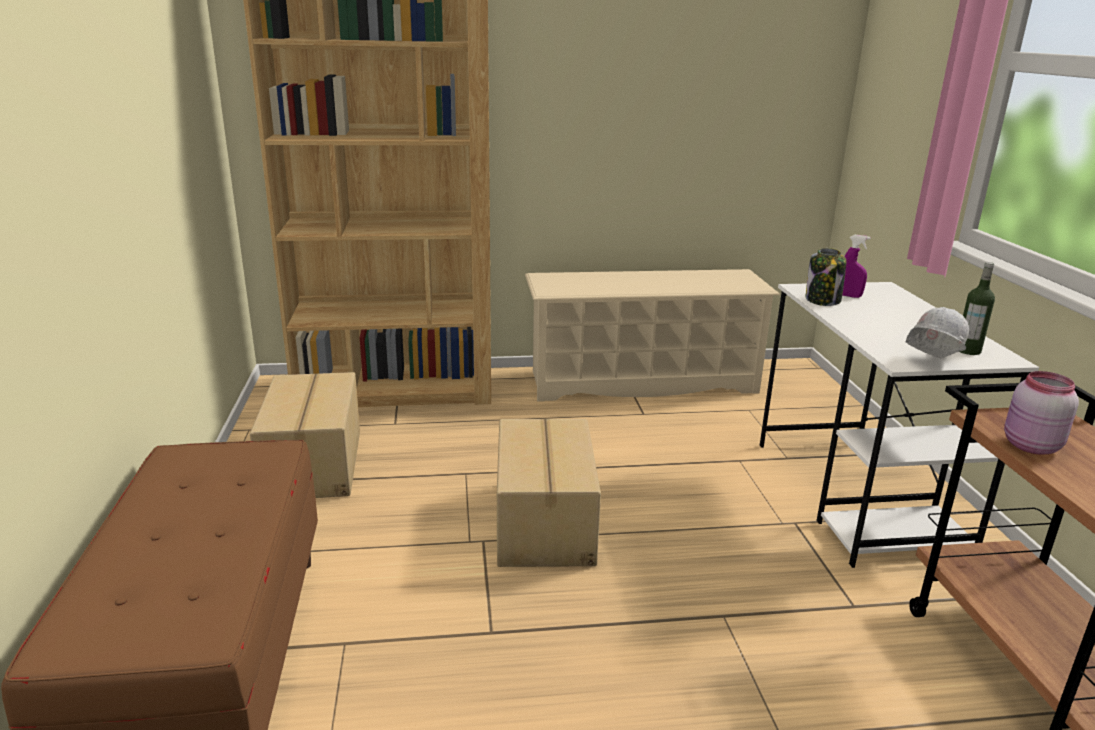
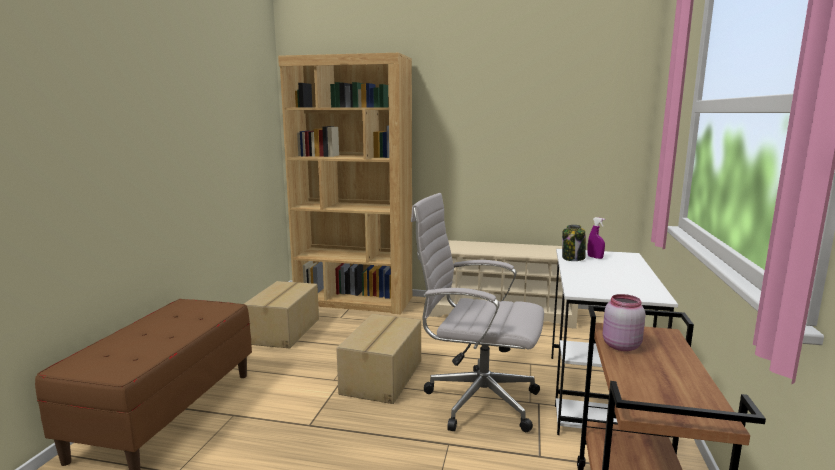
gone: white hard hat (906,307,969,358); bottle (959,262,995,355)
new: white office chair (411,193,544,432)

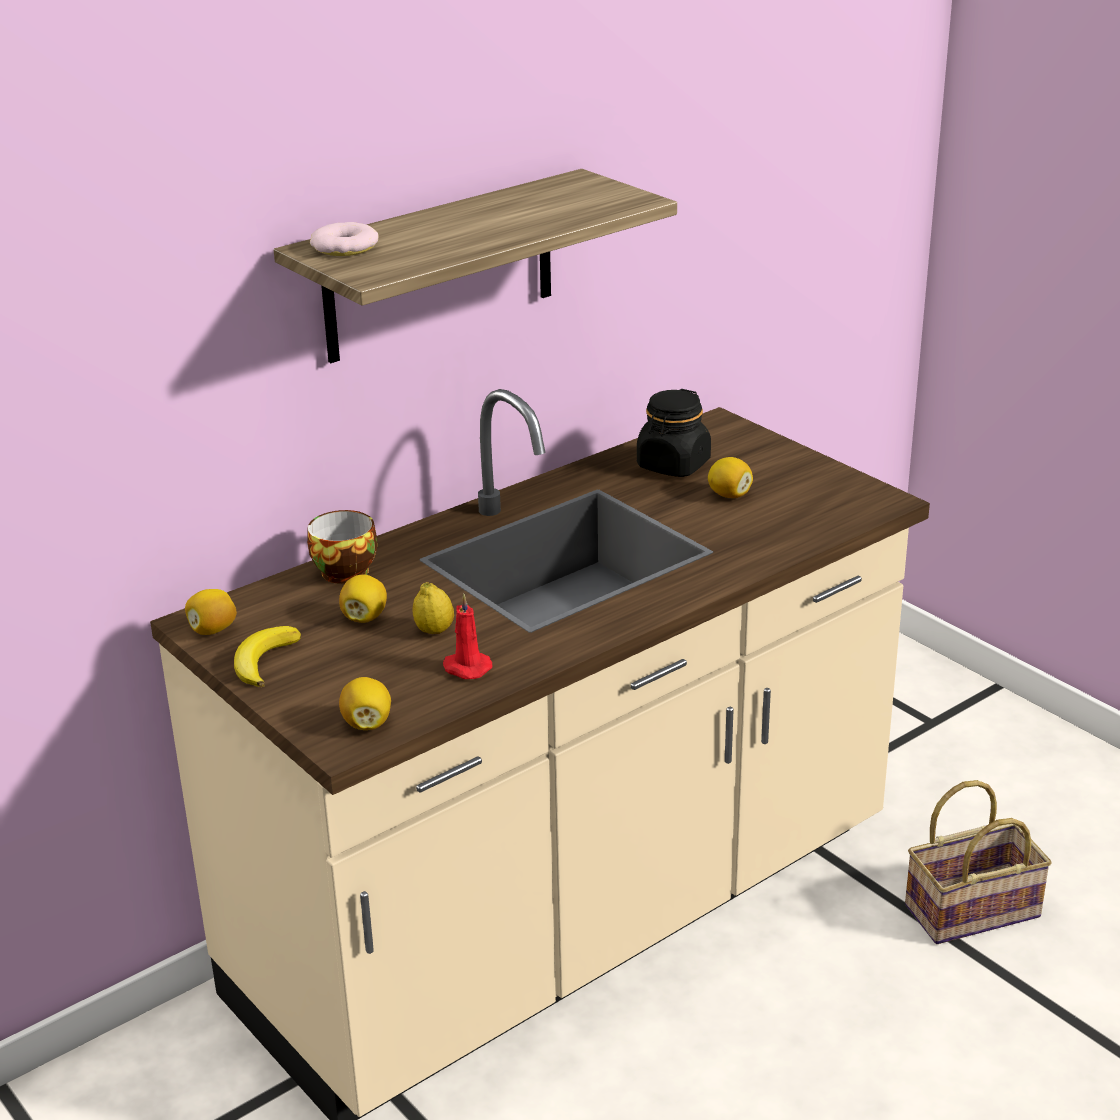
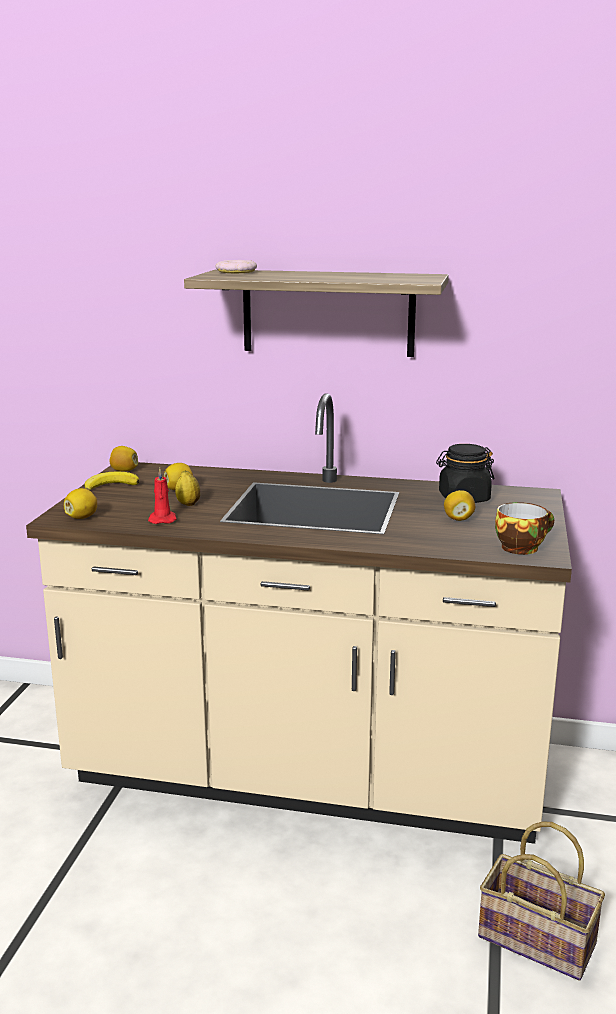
shifted: cup (307,510,377,584) to (495,502,554,555)

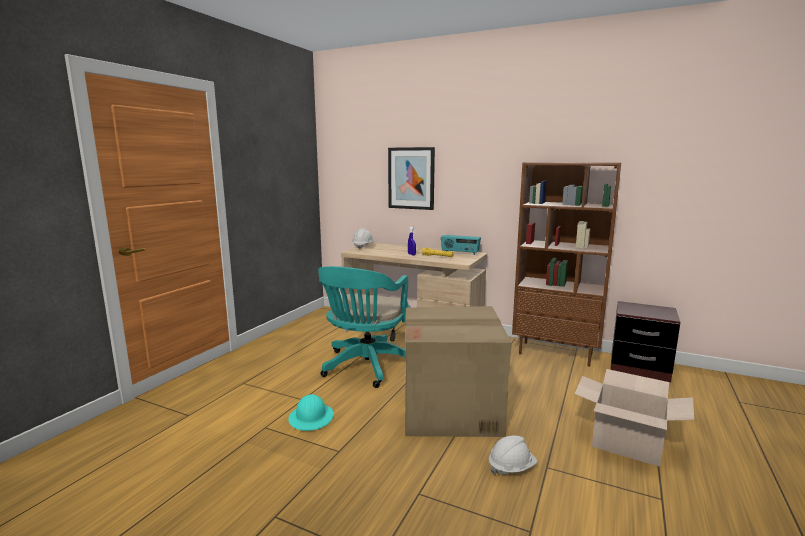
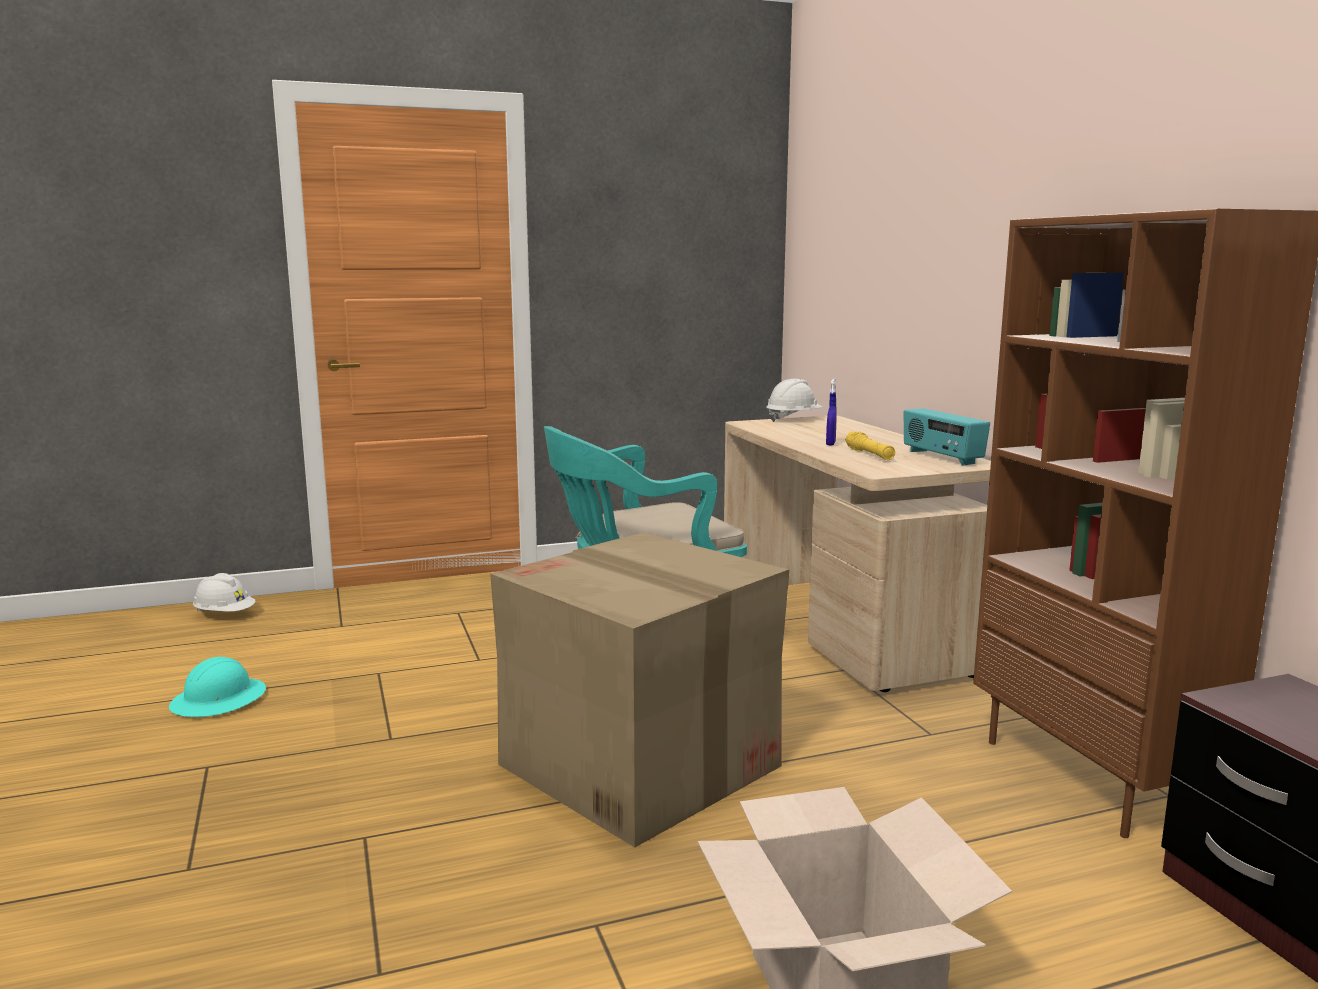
gone: picture (388,147,435,210)
shifted: turquoise hard hat (288,394,334,431) to (169,657,266,717); white hard hat (489,436,537,475) to (193,573,256,612)

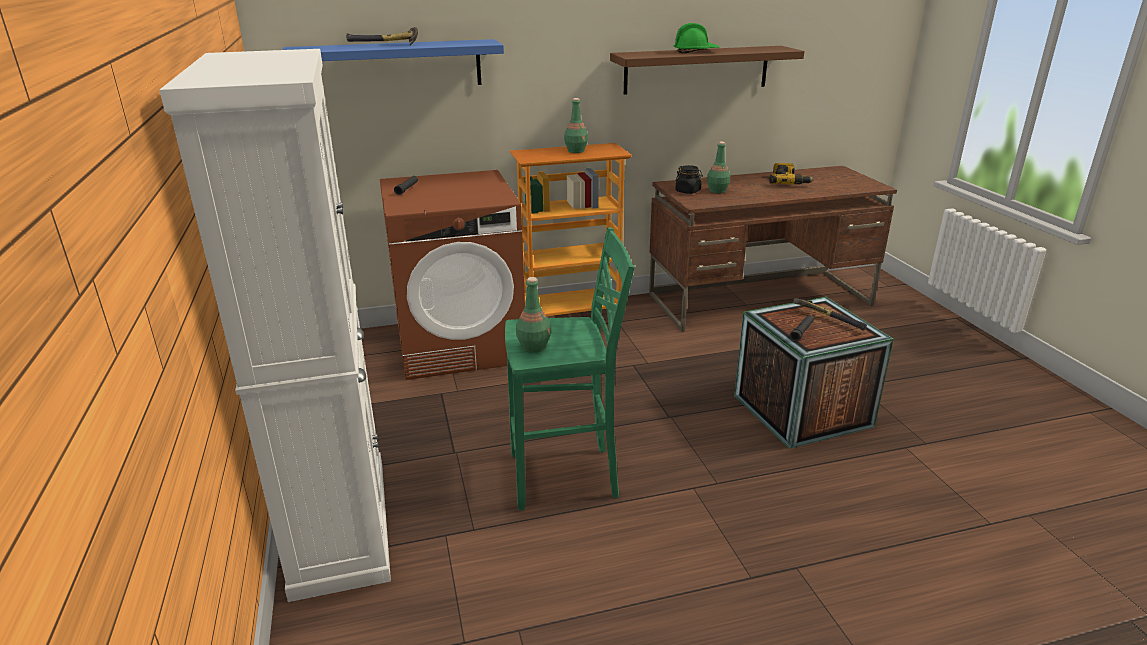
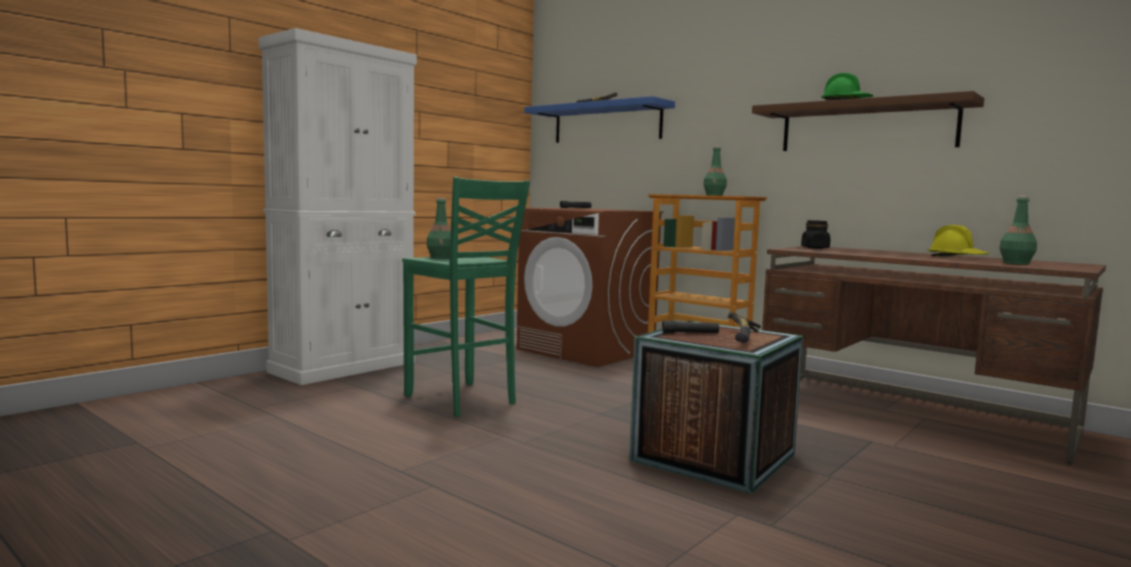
shifted: green bottle (707,141,730,193) to (999,196,1037,265)
swapped: power drill (769,163,814,184) to yellow hard hat (927,225,990,256)

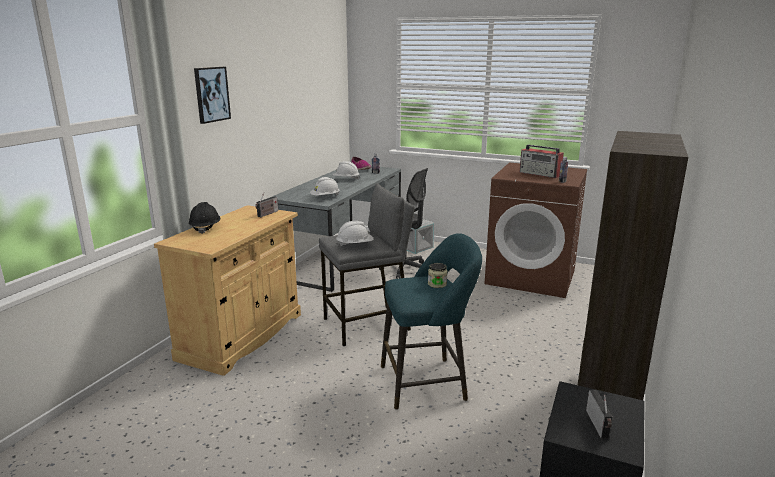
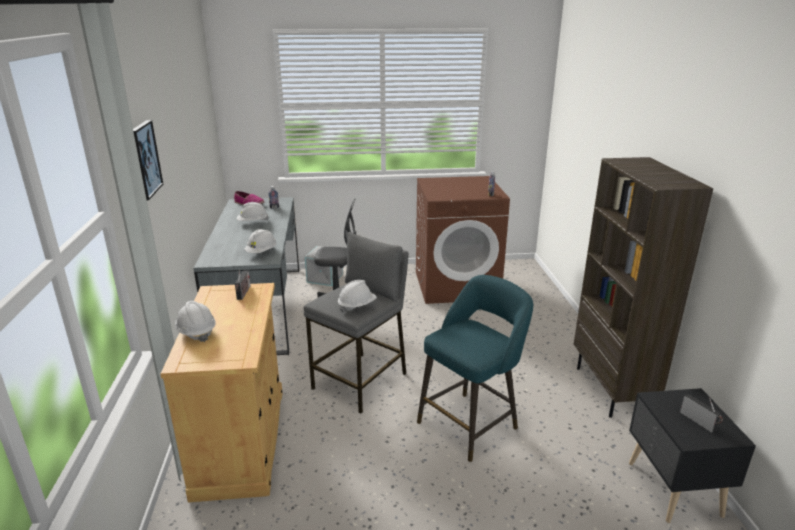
gone: jar (428,263,447,288); radio (519,145,564,178)
repainted: black hard hat (189,202,220,234) to white hard hat (175,301,216,342)

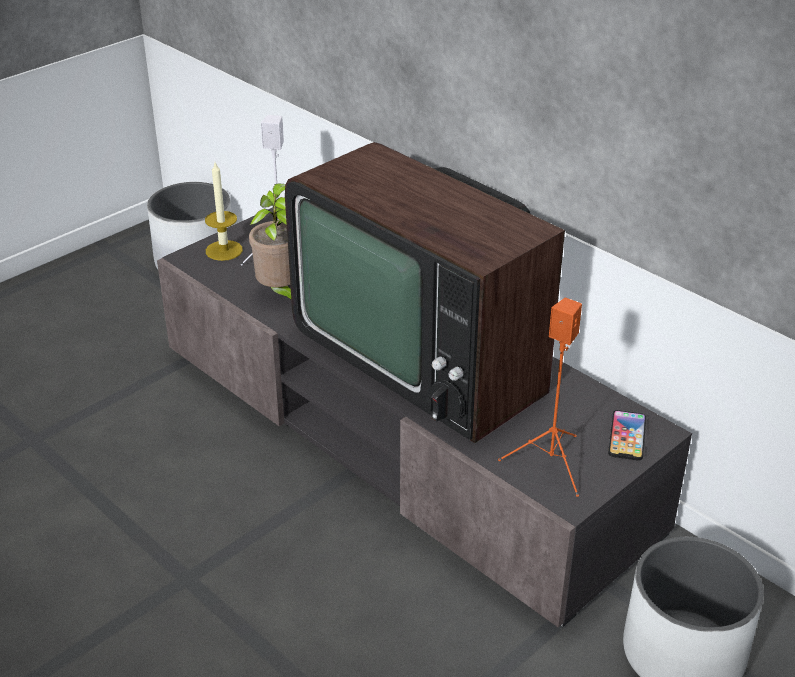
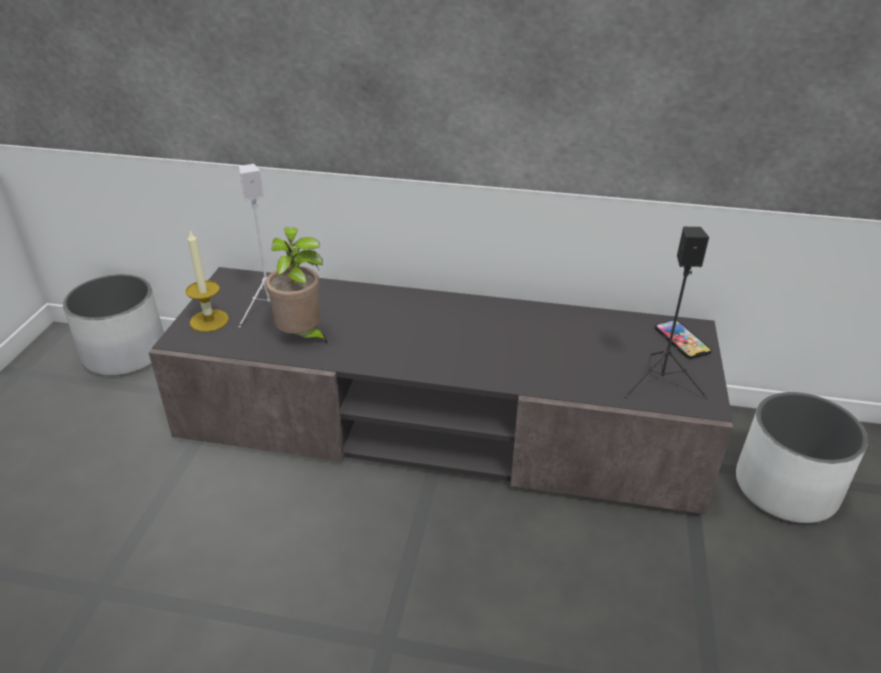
gone: television (285,142,565,443)
repainted: orange speaker (498,297,582,497) to black speaker (625,227,709,399)

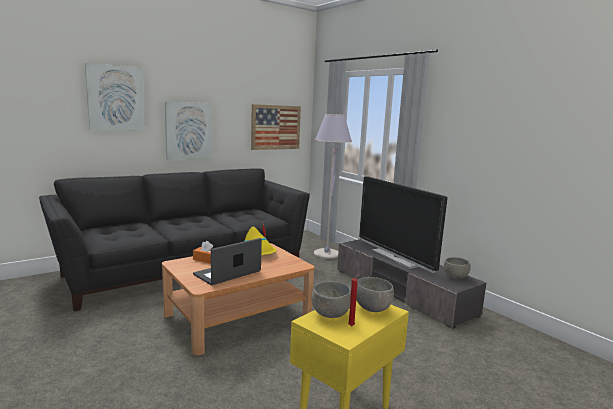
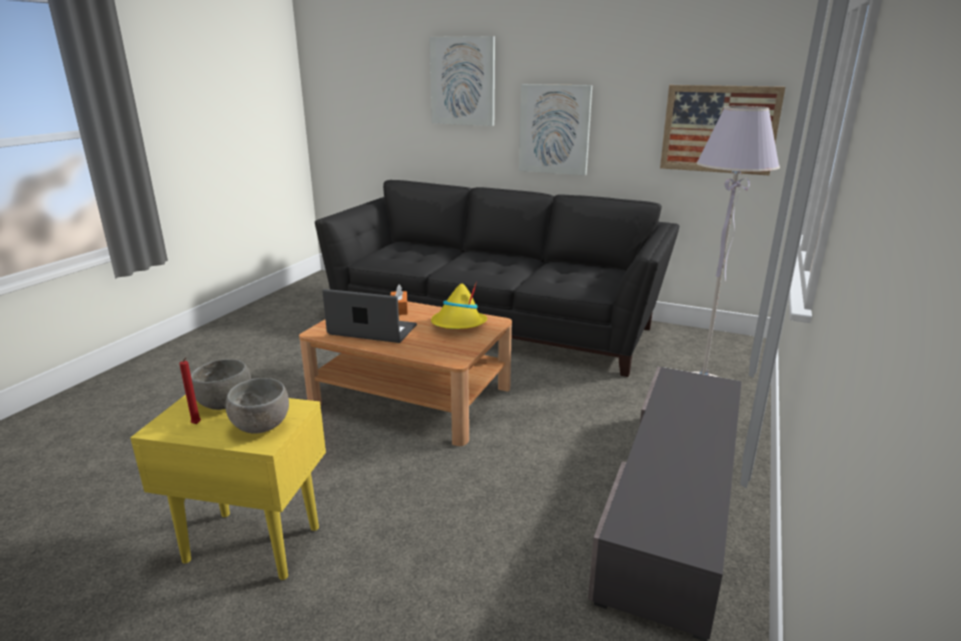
gone: television (359,176,447,273); grey bowl (444,257,471,279)

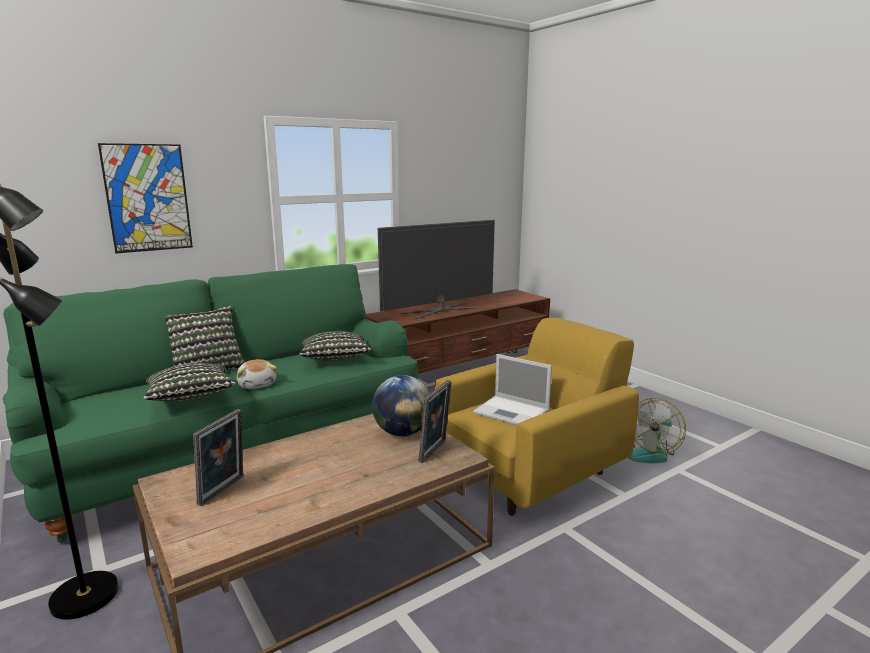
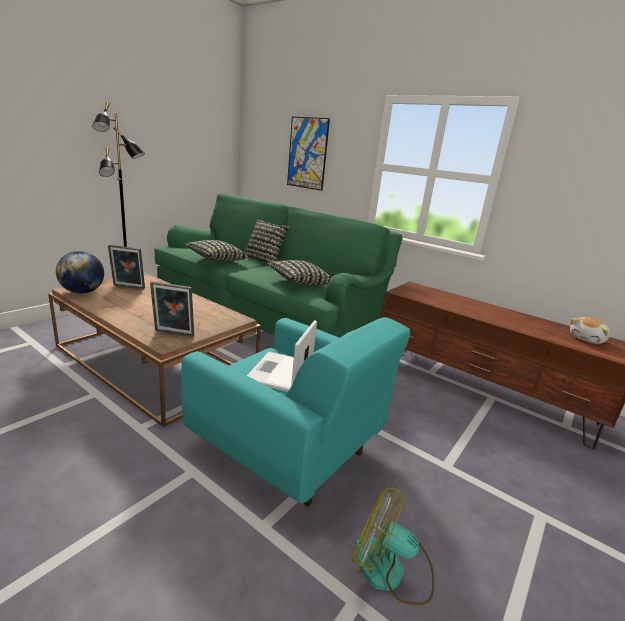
gone: television (378,220,495,319)
shifted: globe (372,375,430,436) to (56,251,104,294); plush toy (237,359,277,389) to (570,317,610,344)
repainted: yellow armchair (435,318,639,516) to turquoise armchair (181,317,410,507)

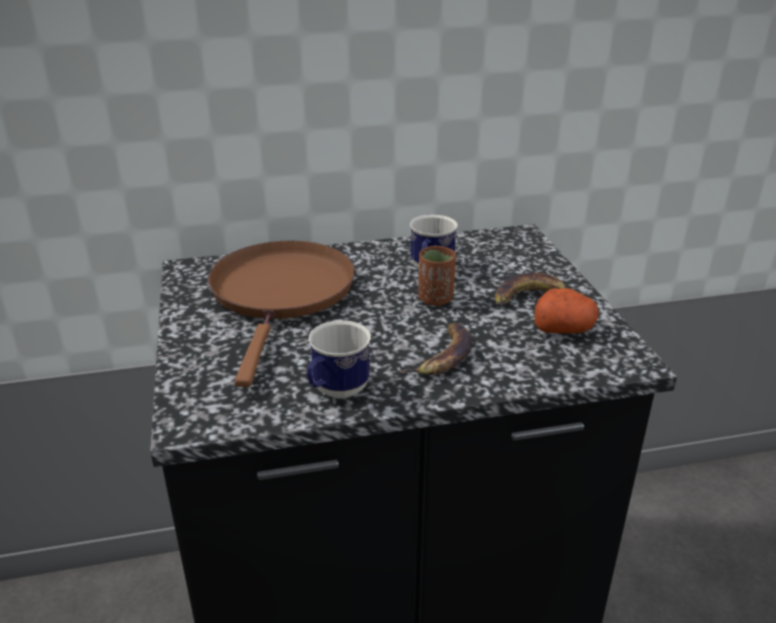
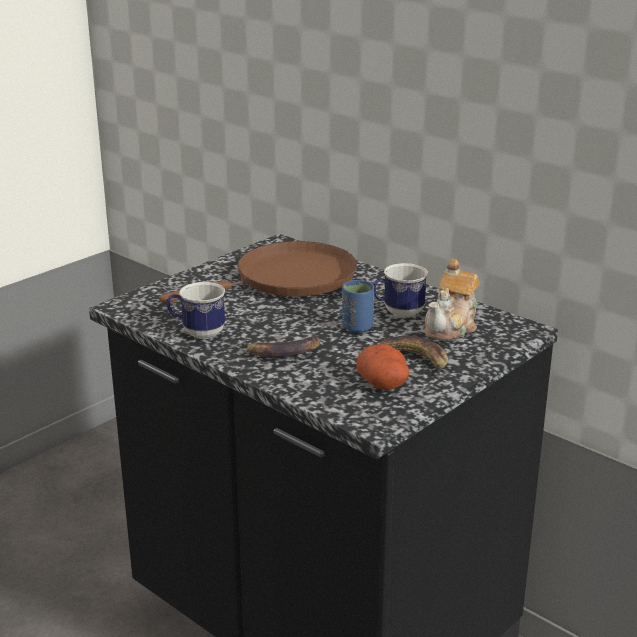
new: teapot (424,259,479,341)
repainted: brown cup (418,246,456,306) to blue cup (342,280,374,333)

